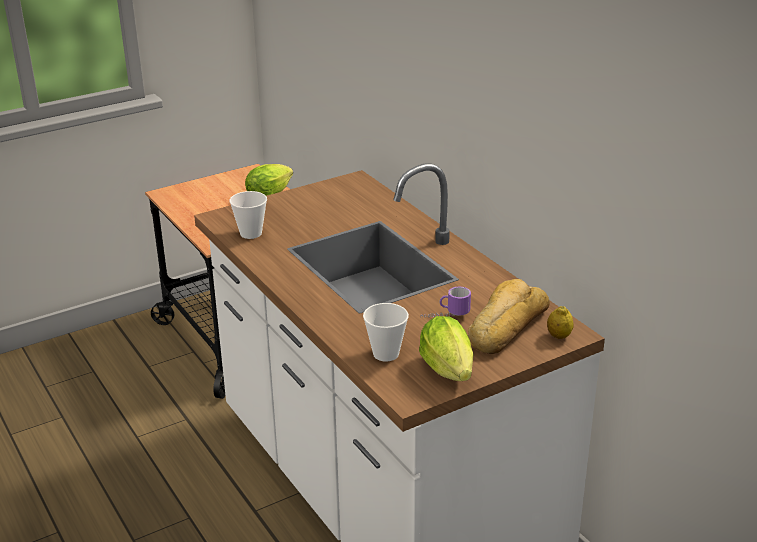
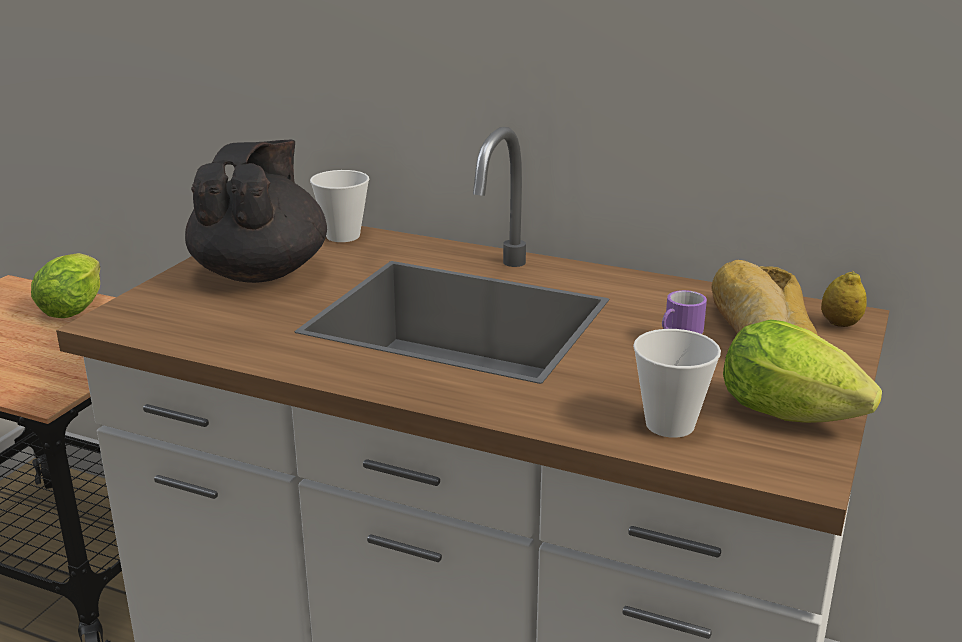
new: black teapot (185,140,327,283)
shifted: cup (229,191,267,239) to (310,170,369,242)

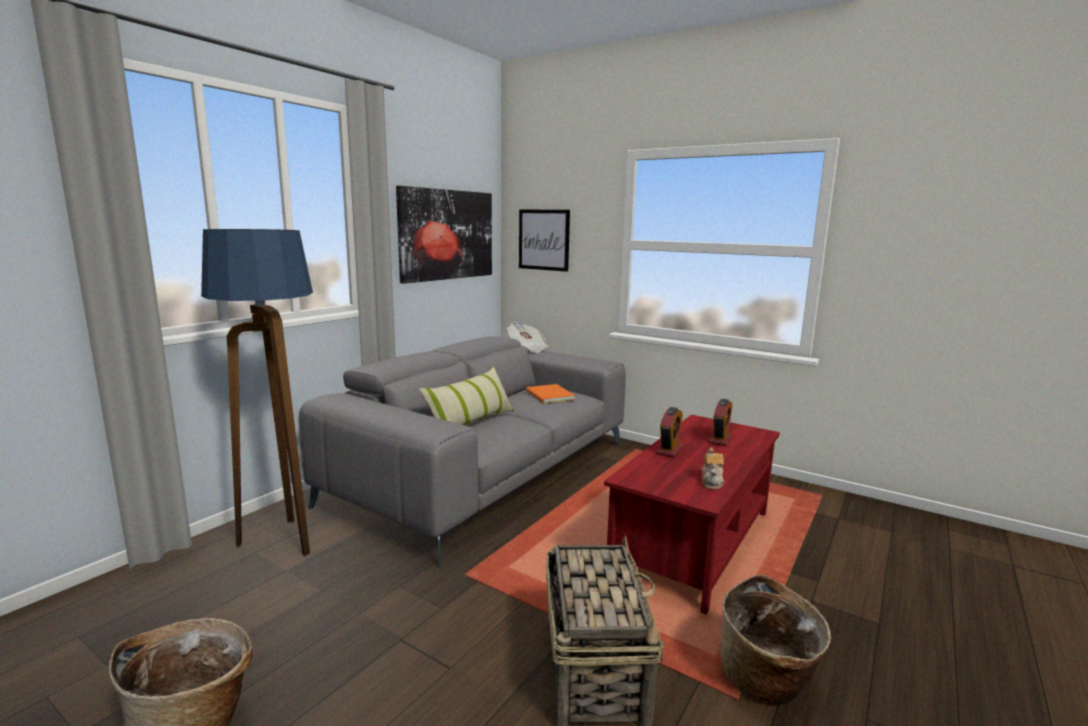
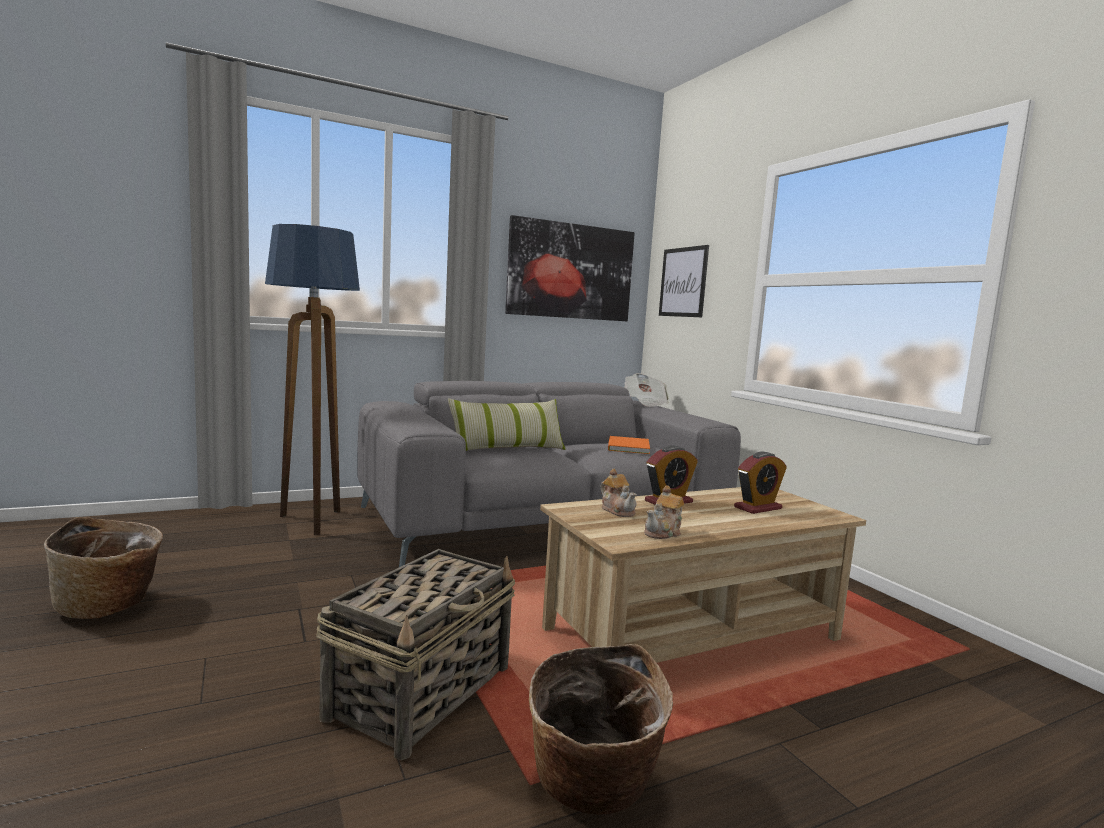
new: teapot (601,469,637,517)
repainted: red coffee table (604,415,780,614) to beige coffee table (540,487,866,663)

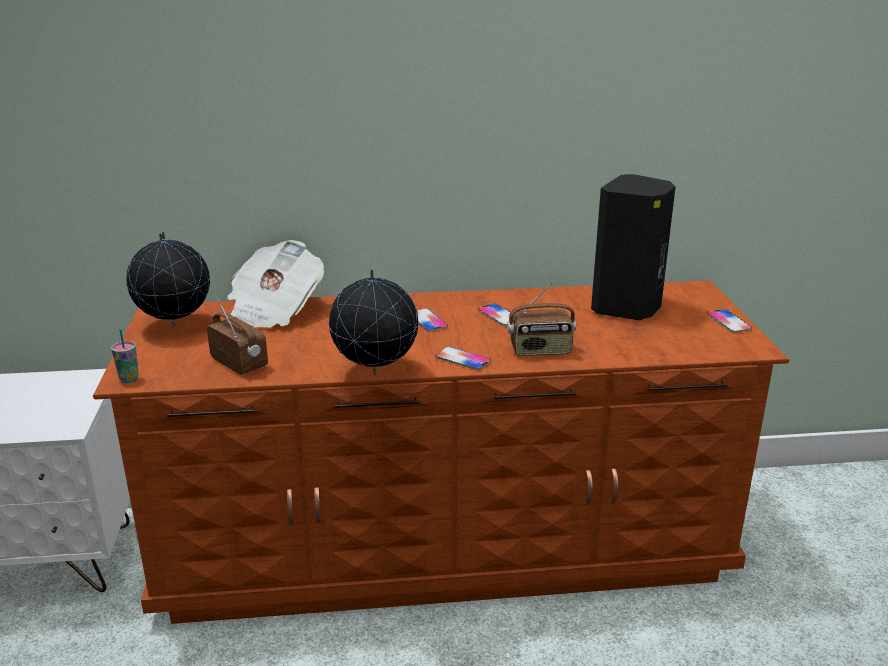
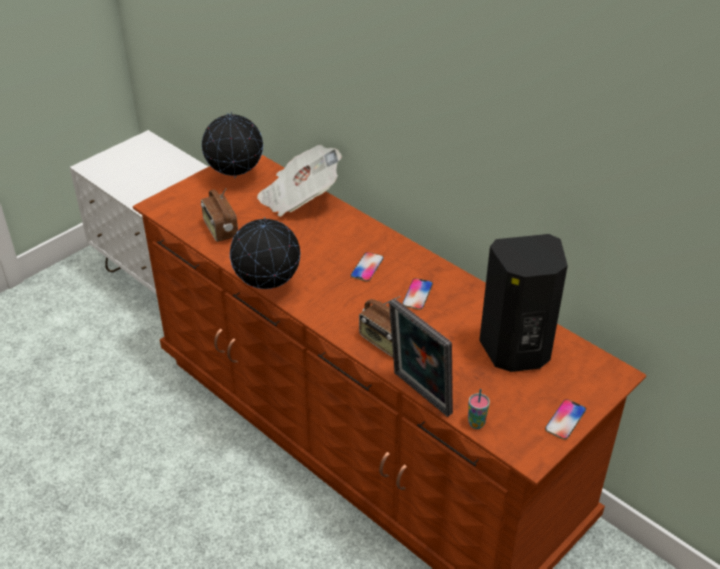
gone: phone (435,347,491,370)
new: picture frame (389,299,453,417)
shifted: cup (111,329,139,383) to (468,389,490,429)
rotated: radio (207,298,268,375) = (201,188,238,242) 150 degrees clockwise

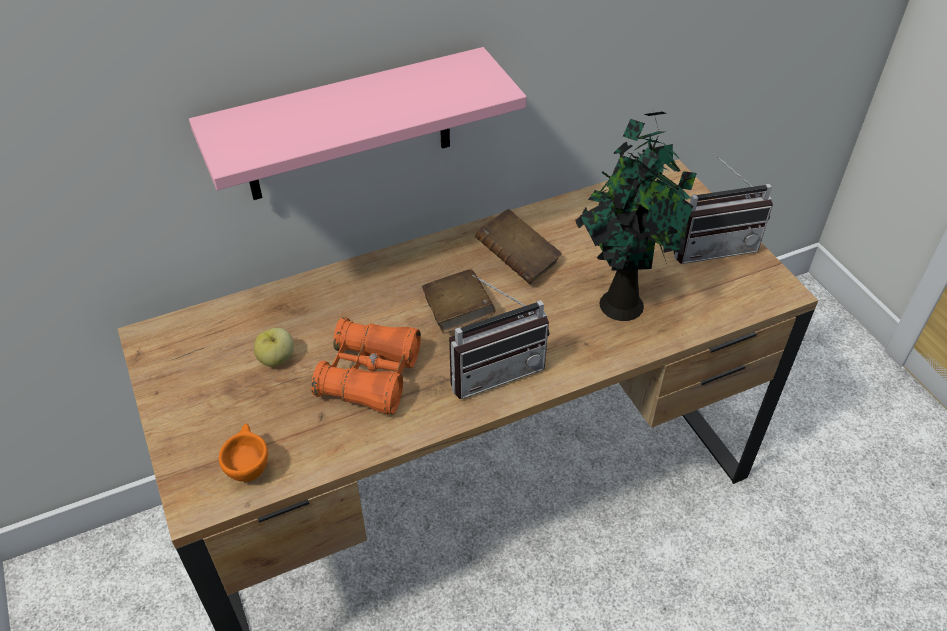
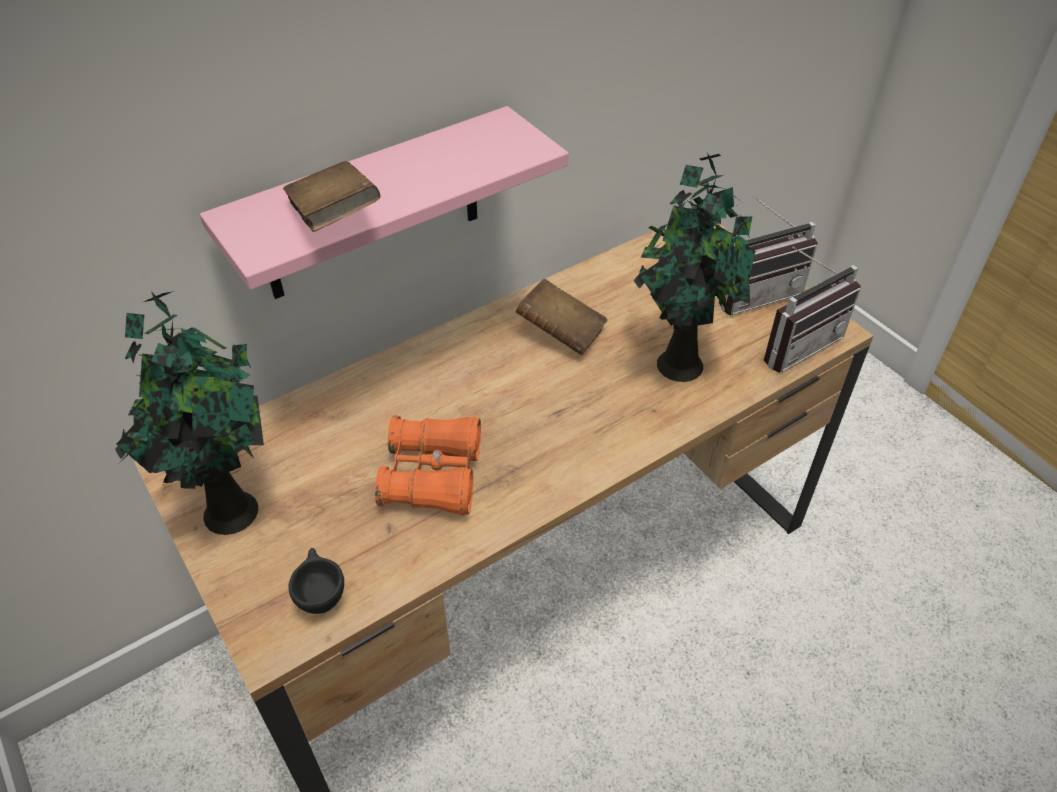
gone: apple (254,328,294,367)
new: potted plant (115,291,264,535)
shifted: brown book (422,269,495,333) to (283,161,381,232); radio (449,275,549,399) to (764,247,861,373)
repainted: orange cup (219,423,268,482) to black cup (289,548,344,614)

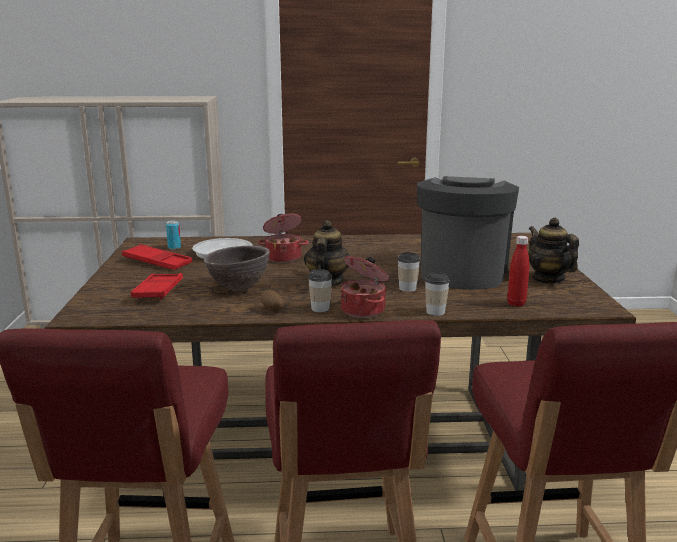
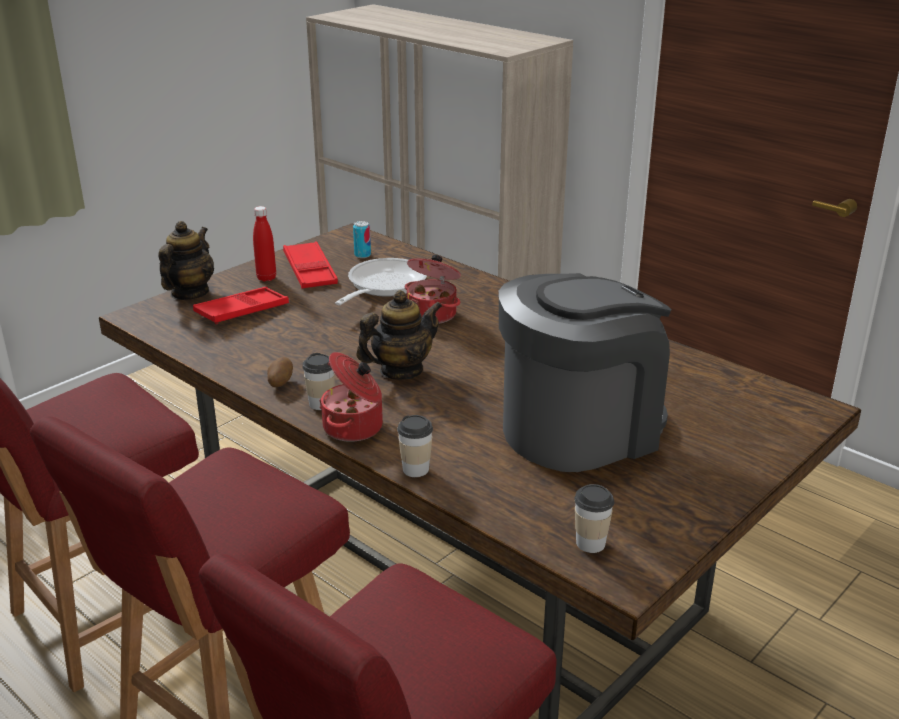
gone: brown bowl (204,246,270,291)
shifted: teapot (528,217,579,284) to (159,221,214,300); red bottle (507,236,529,307) to (253,206,276,282); cup (398,252,420,292) to (574,484,614,553)

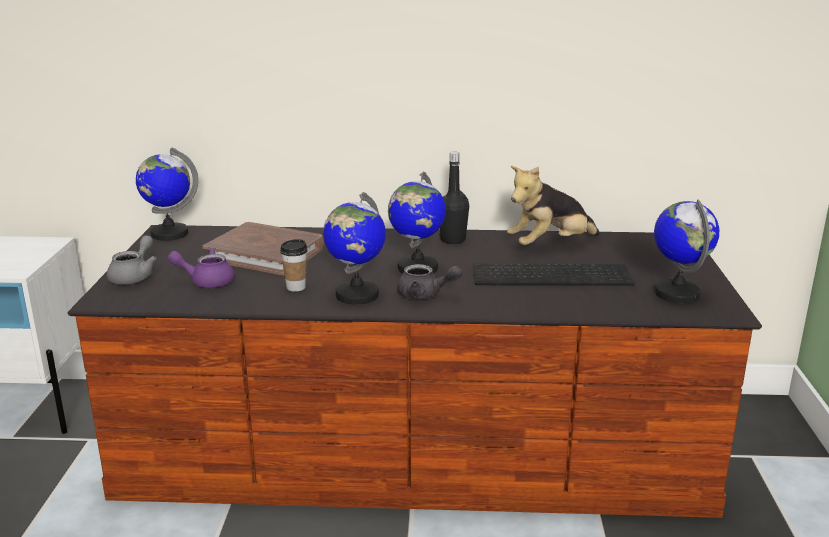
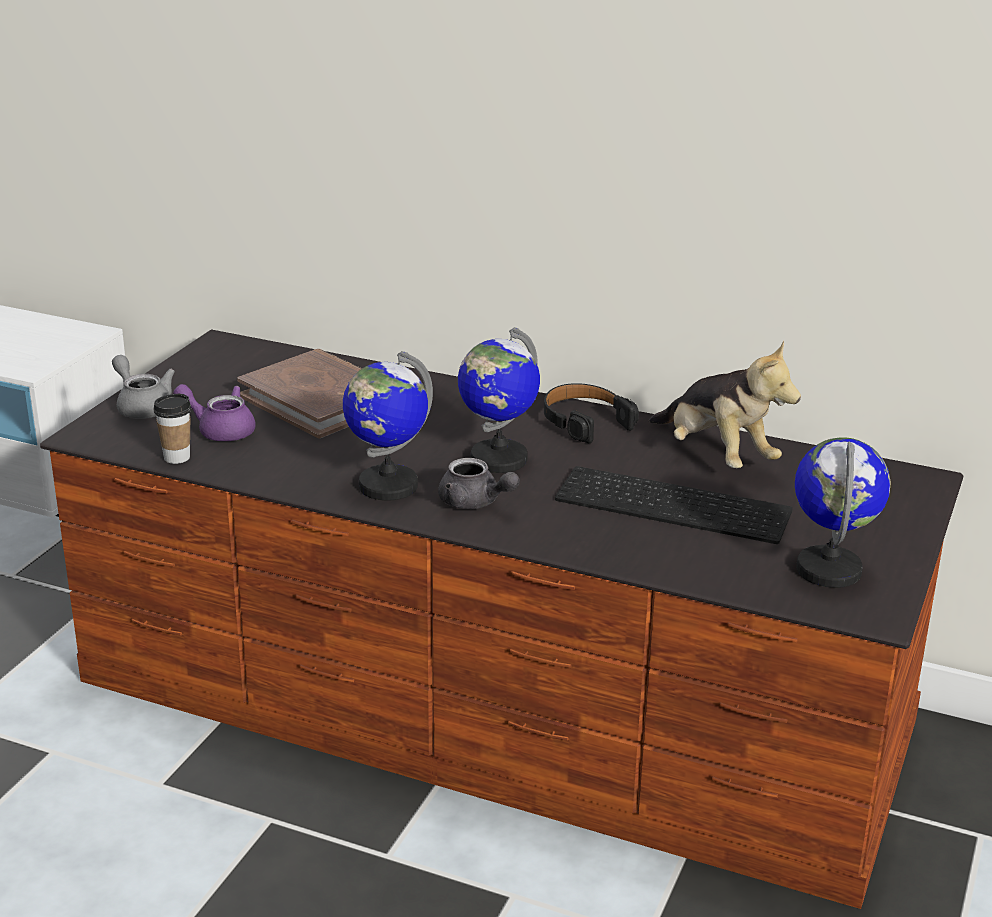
gone: globe (136,148,198,241)
shifted: cup (280,239,308,292) to (153,394,191,464)
swapped: black bottle (439,152,469,244) to black headphones (544,383,639,443)
rotated: grey teapot (107,235,157,285) = (112,355,175,419) 75 degrees counterclockwise; plush toy (507,166,600,245) = (649,341,801,468) 120 degrees counterclockwise

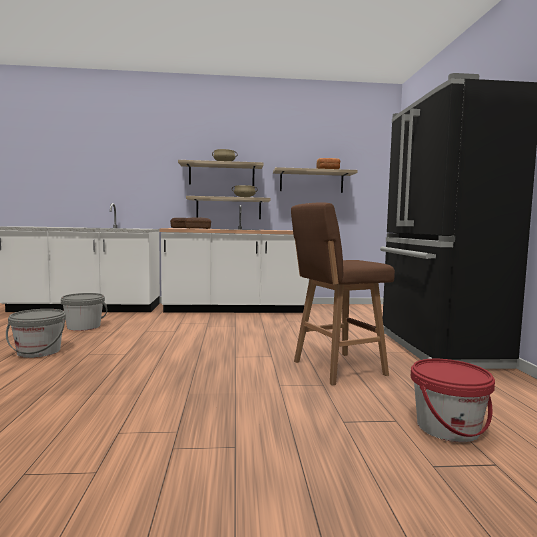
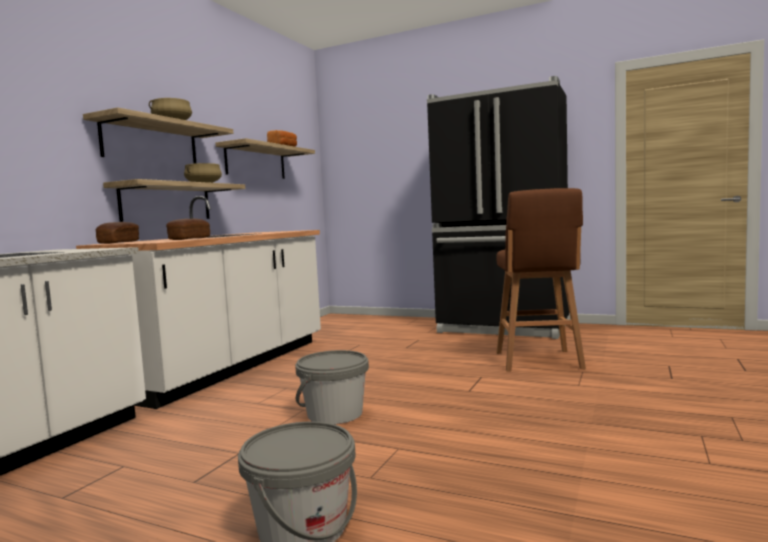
gone: red bucket (411,359,495,442)
shifted: grey bucket (61,293,107,331) to (295,350,369,424)

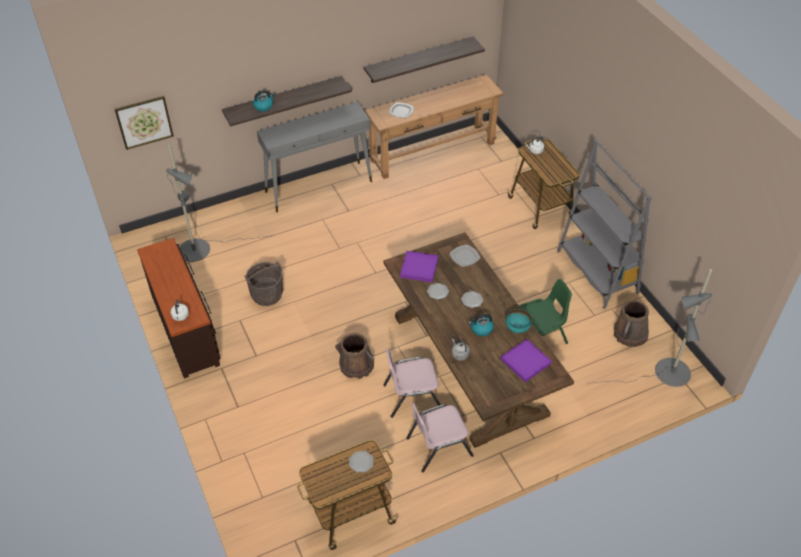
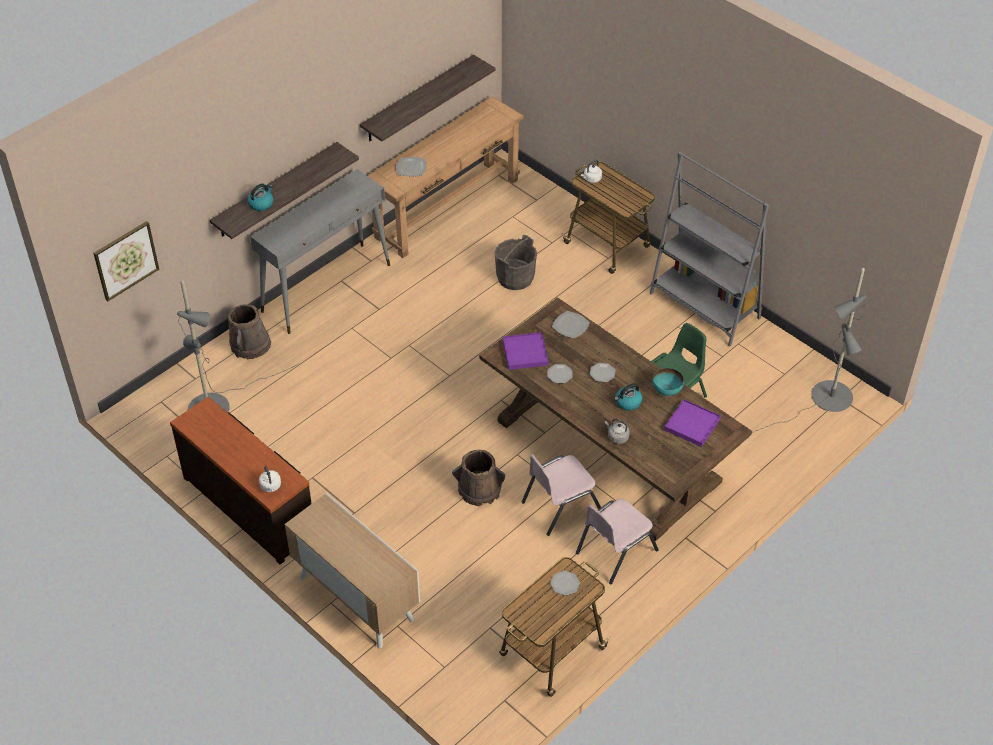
new: cabinet (285,493,420,649)
shifted: brown bucket (614,300,649,347) to (228,304,271,359); grey bucket (244,261,283,306) to (494,235,537,290)

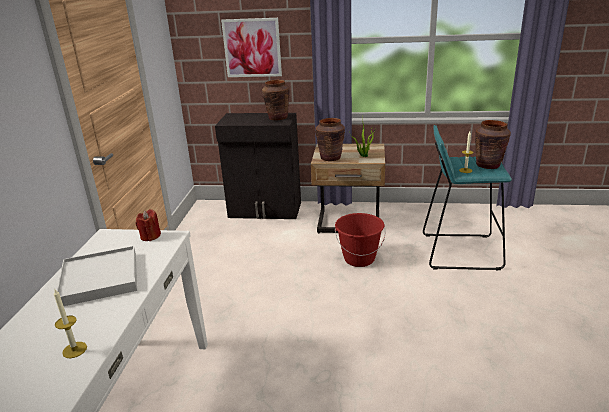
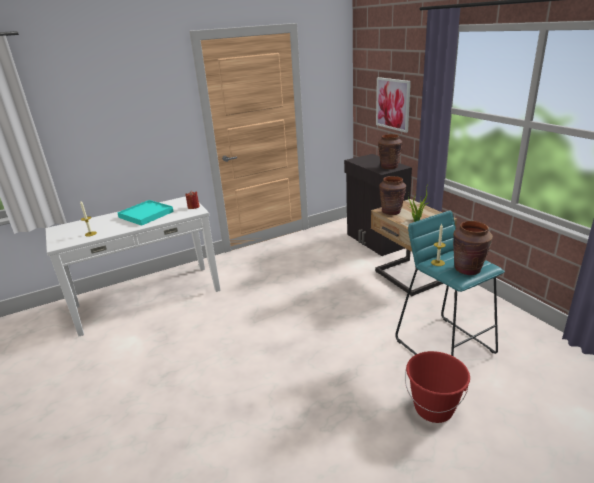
shifted: red bucket (335,213,386,267) to (405,351,470,423)
repainted: white tray (57,246,137,306) to turquoise tray (117,200,174,226)

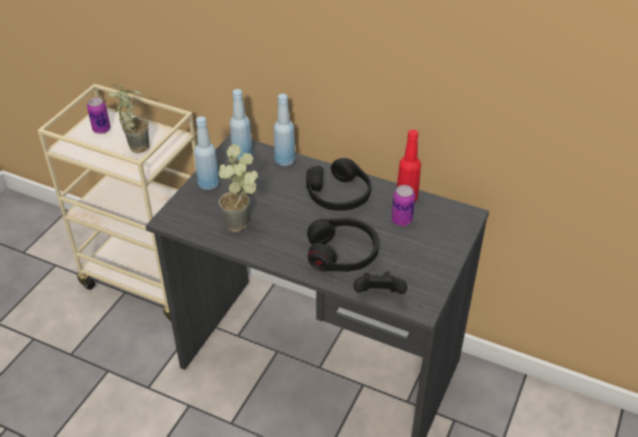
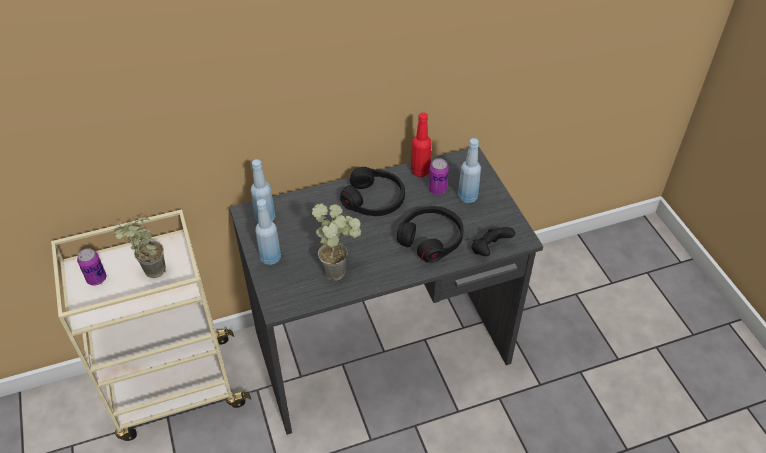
shifted: blue bottle (274,94,295,166) to (458,138,481,203)

